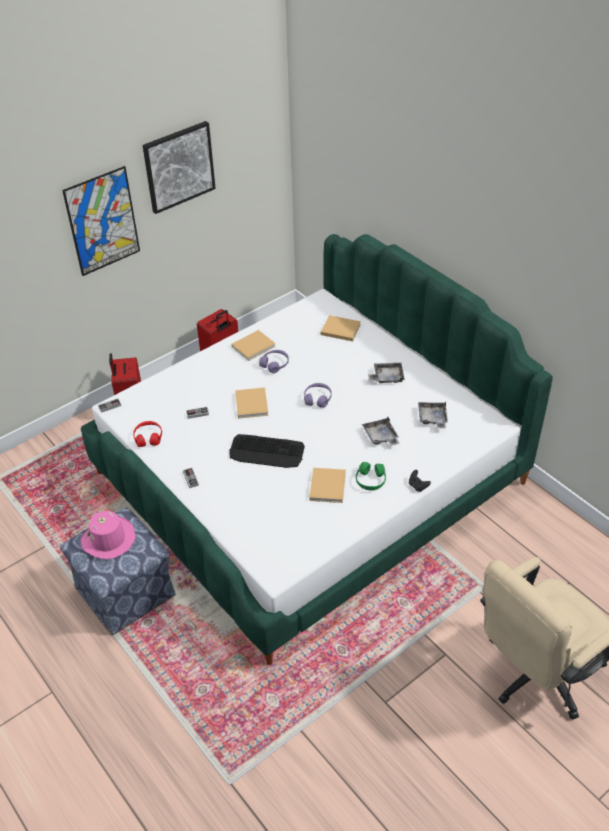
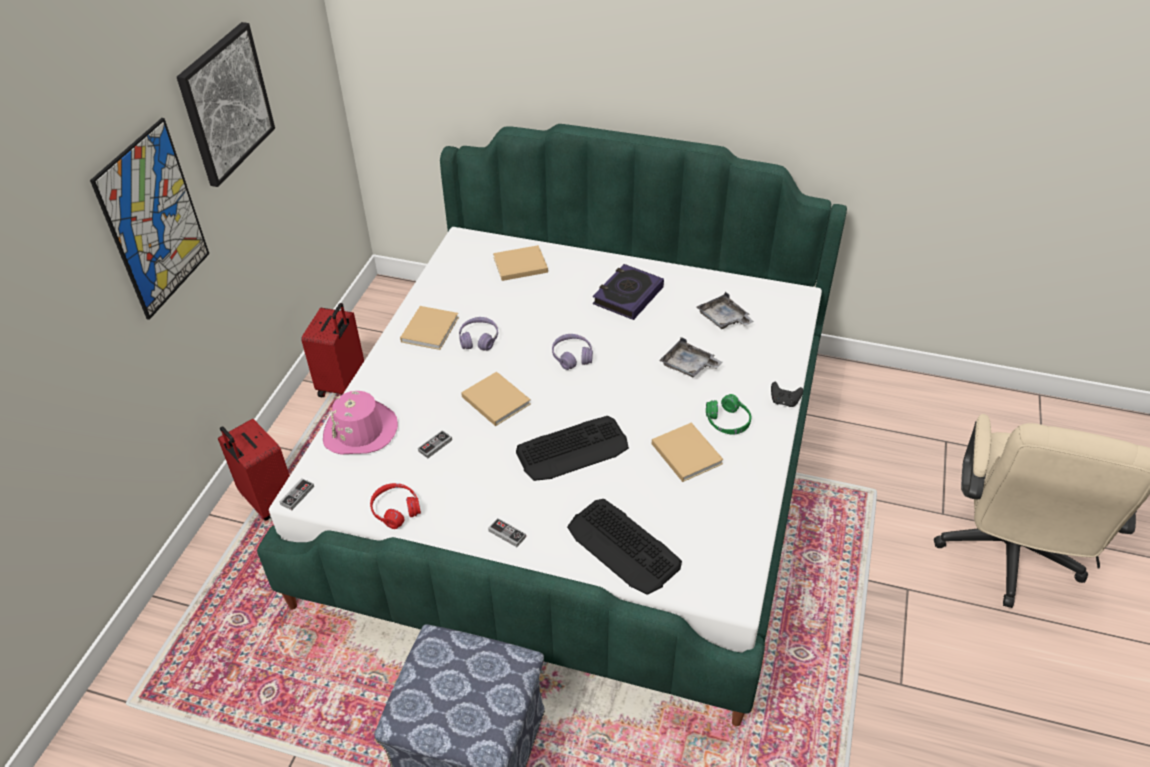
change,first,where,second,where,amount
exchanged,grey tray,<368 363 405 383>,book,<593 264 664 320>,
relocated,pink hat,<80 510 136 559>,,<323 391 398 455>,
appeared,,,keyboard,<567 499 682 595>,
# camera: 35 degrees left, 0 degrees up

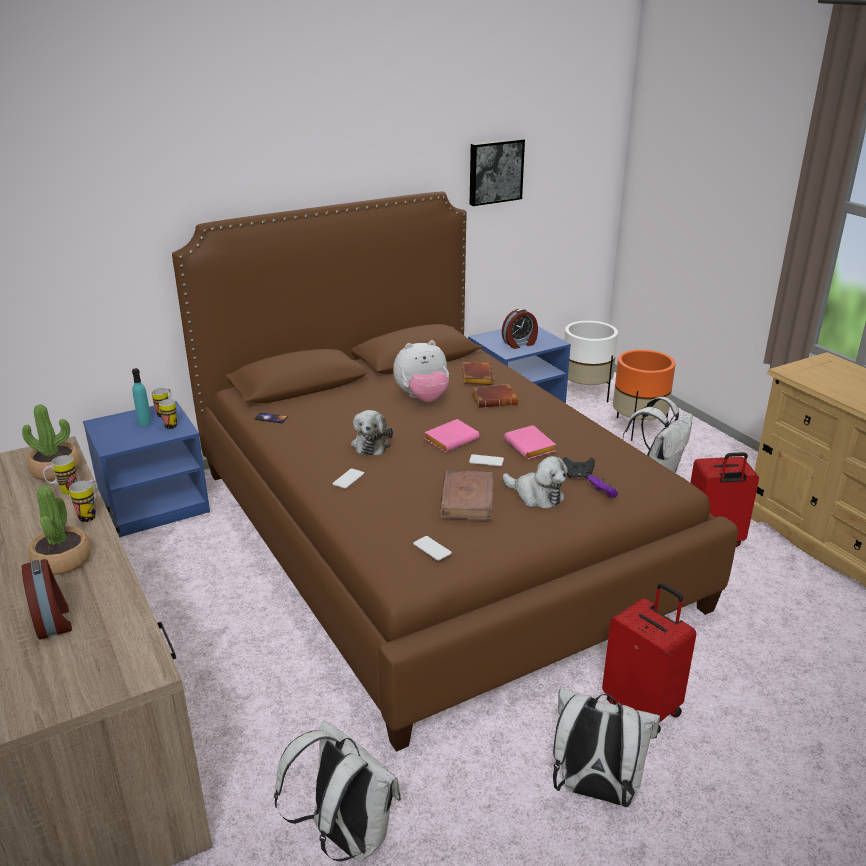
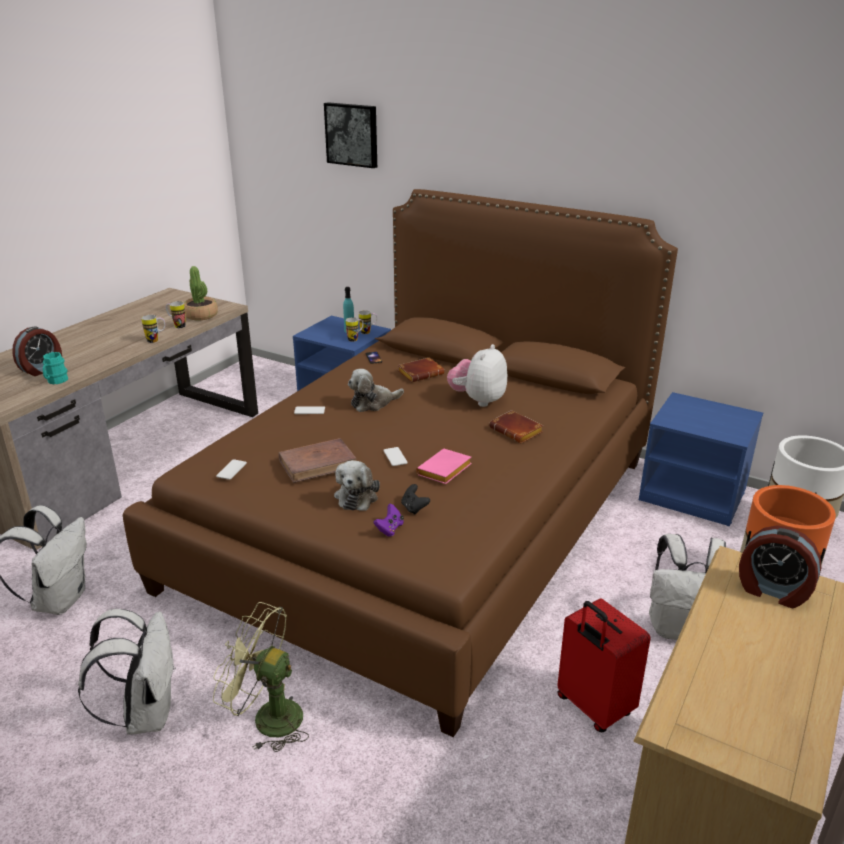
change,first,where,second,where,amount
relocated,picture,<470 138 525 206>,,<324 102 377 168>,
relocated,alarm clock,<502 309 538 349>,,<739 525 821 608>,
spun,plush toy,<393 340 449 402>,,<447 344 507 407>,75 degrees clockwise
relocated,brown book,<462 362 494 385>,,<398 357 444 382>,
missing,pink book,<424 419 479 452>,,,
missing,potted plant,<28 486 91 575>,,,
exchanged,red suitcase,<602 583 696 733>,green fan,<213 602 309 752>,
appeared,,,turquoise mug,<43 352 68 385>,
# camera: 60 degrees right, 0 degrees up

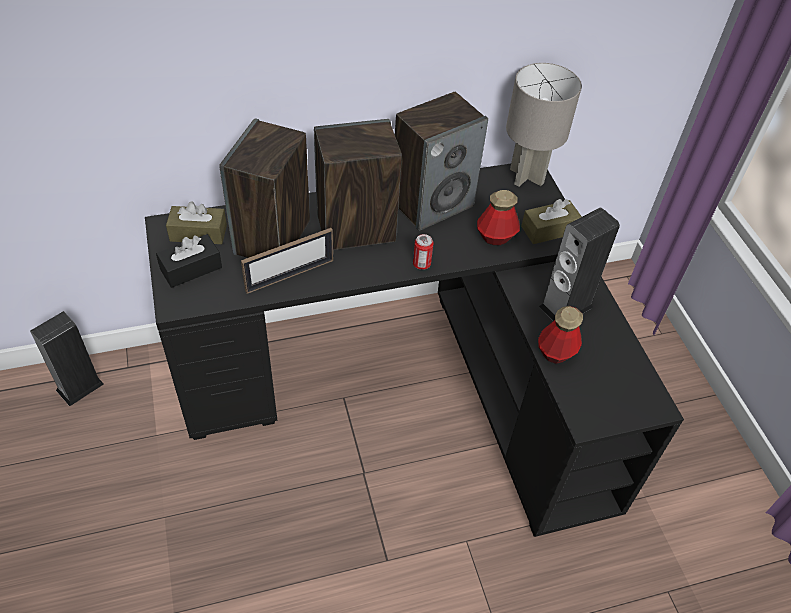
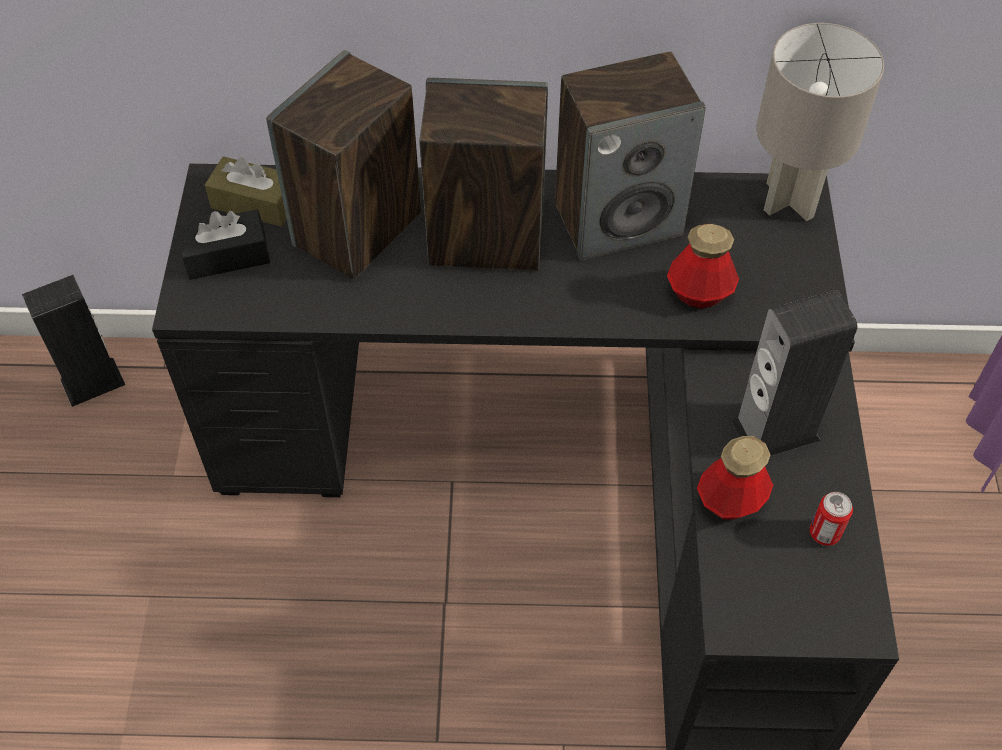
change,first,where,second,where,amount
missing,brown tissue box,<521 199 582 244>,,,
missing,picture frame,<241 228 333 294>,,,
relocated,can,<413 234 434 270>,,<810 492 853 546>,
# camera: 20 degrees right, 5 degrees up

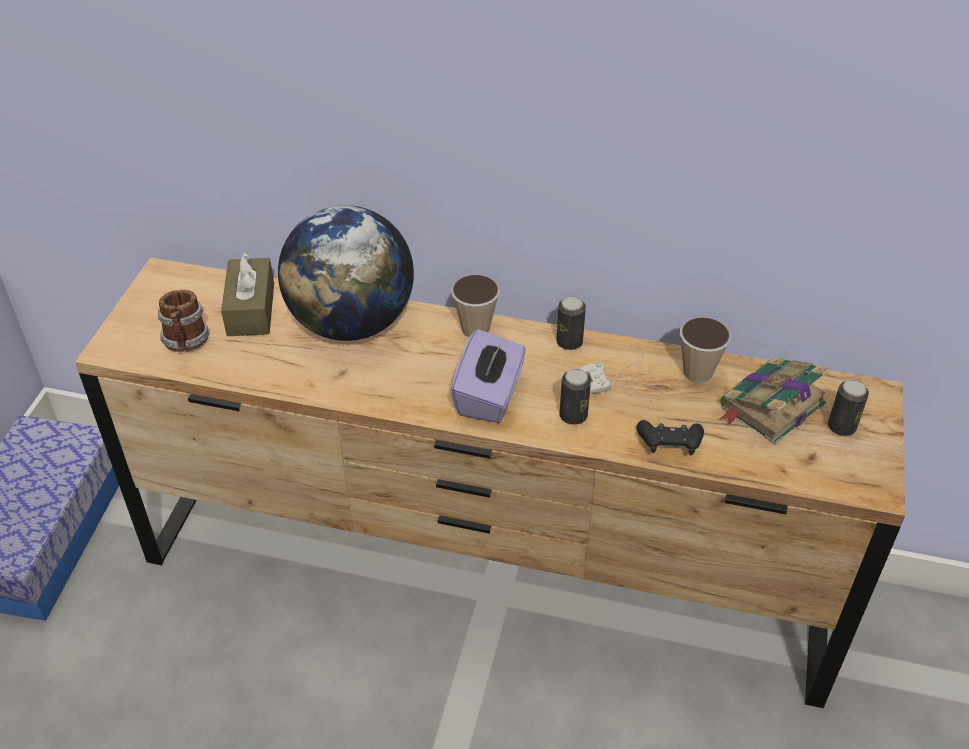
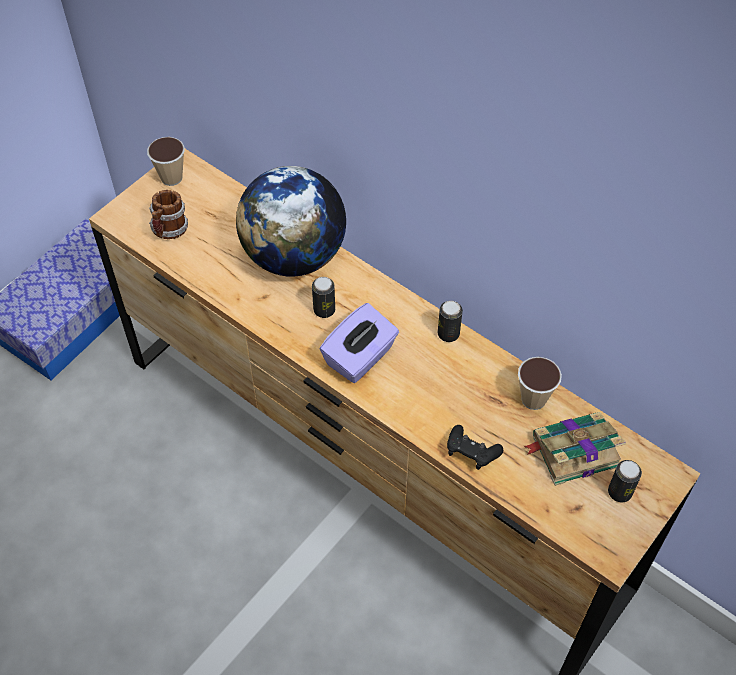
change,first,where,second,where,amount
missing,brown tissue box,<221 252 274 336>,,,
relocated,cup,<451 274 500 337>,,<147 137 184 186>,
missing,white game controller,<579 343 664 400>,,,
relocated,can,<560 369 591 425>,,<312 277 335 318>,
# camera: 25 degrees right, 10 degrees up

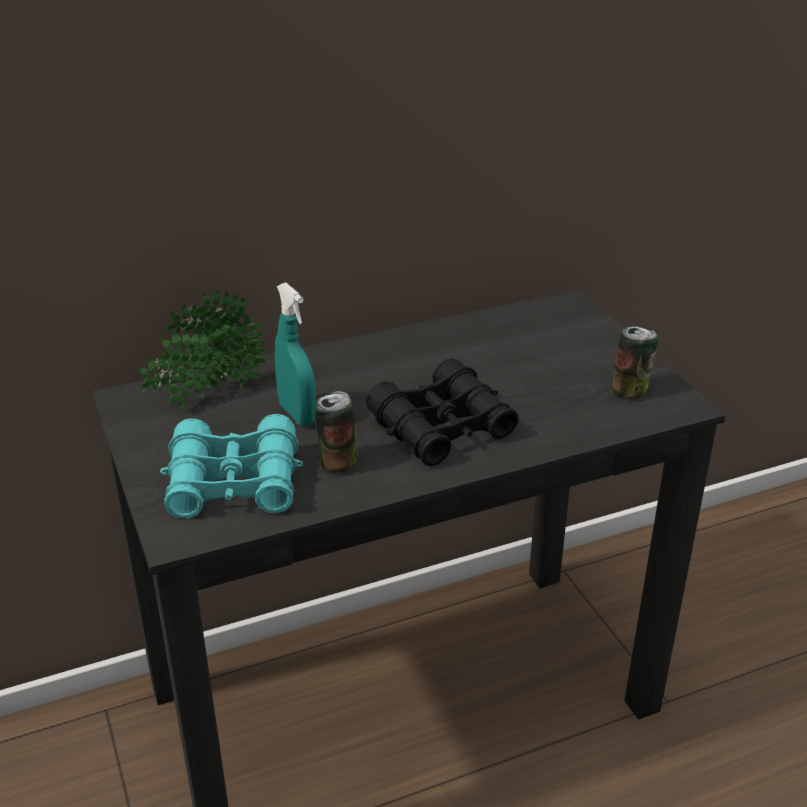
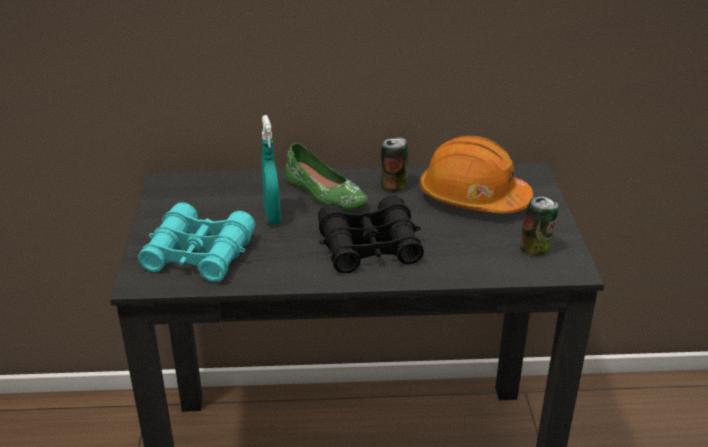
change,first,where,second,where,amount
missing,potted plant,<137 290 267 409>,,,
relocated,can,<314 391 358 473>,,<381 137 408 192>,
appeared,,,orange hard hat,<420 135 533 213>,
appeared,,,green shoe,<285 143 368 210>,
# camera: 20 degrees right, 0 degrees up

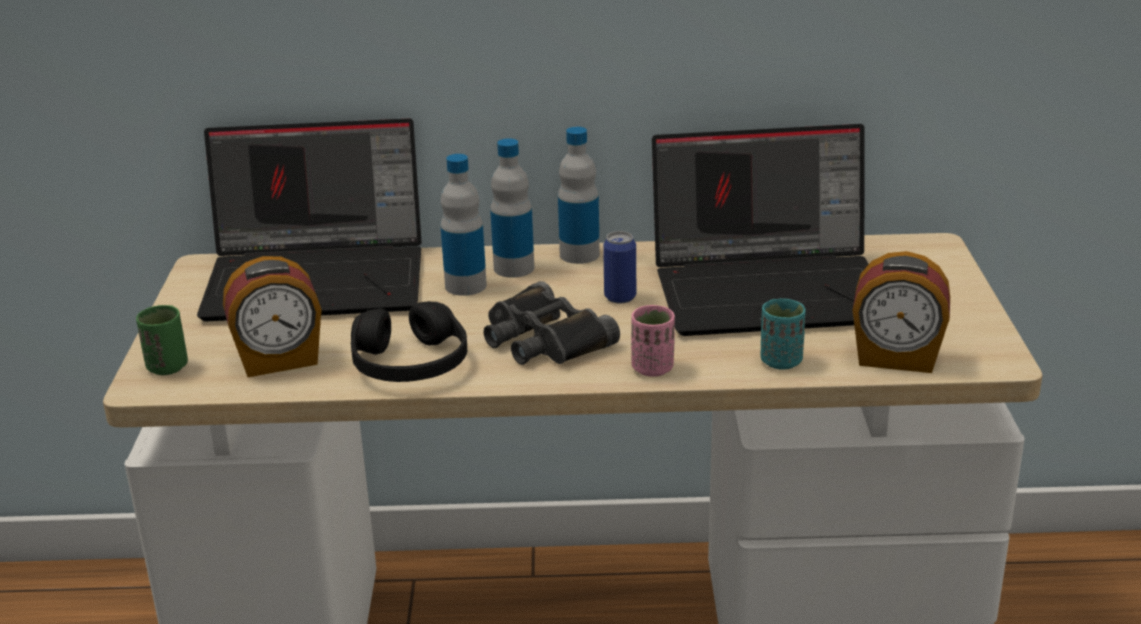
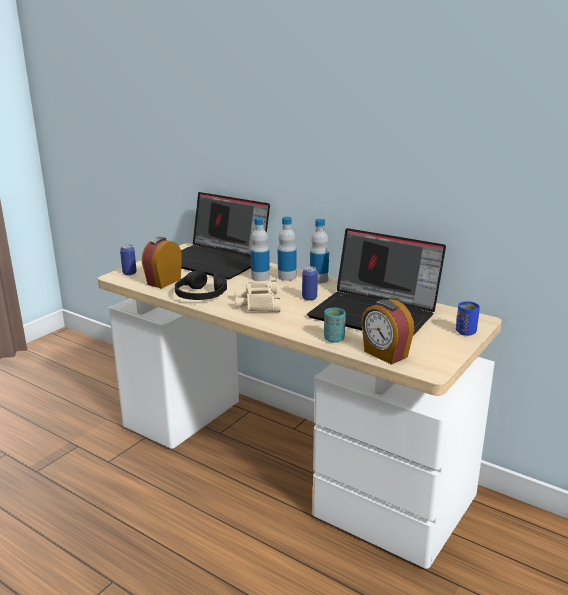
change,first,where,second,where,amount
spun,alarm clock,<223 256 322 377>,,<142 237 182 289>,105 degrees clockwise
colour,black binoculars,<484 281 620 365>,beige binoculars,<235 280 281 312>,
exchanged,green cup,<136 305 188 375>,can,<120 244 137 275>,
missing,pink cup,<631 305 675 377>,,,
appeared,,,blue cup,<456 301 480 336>,
# camera: 35 degrees right, 5 degrees down

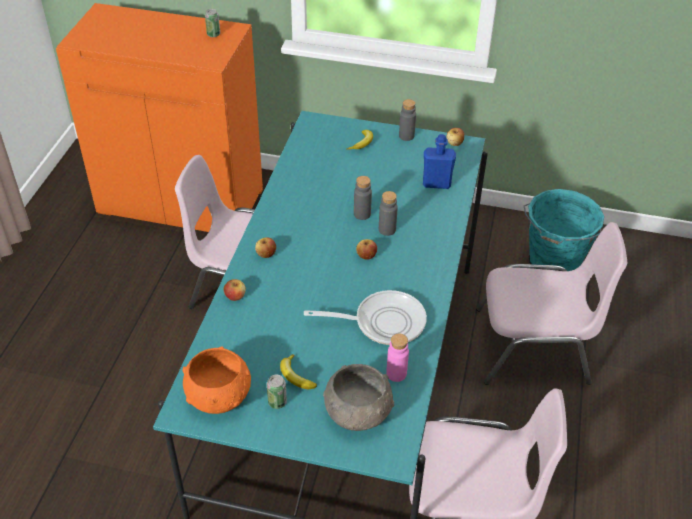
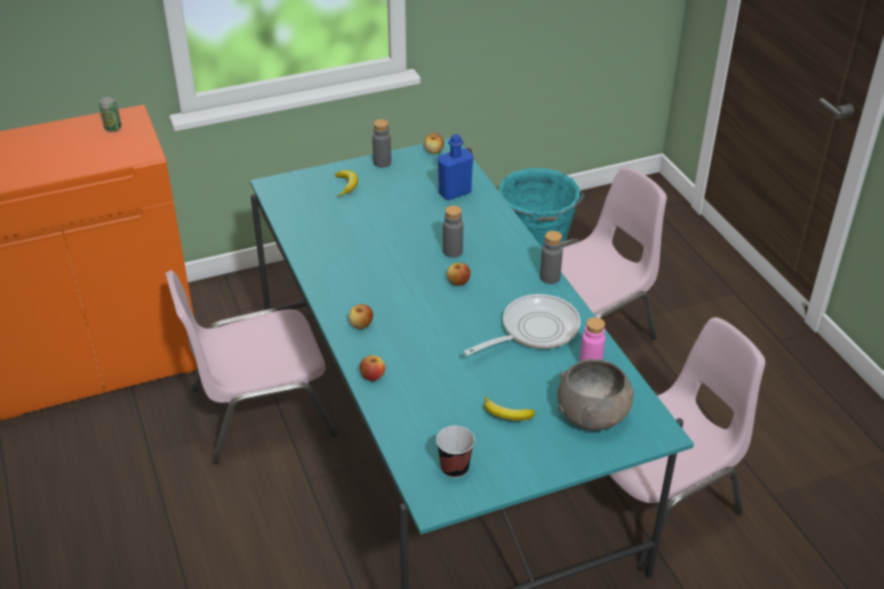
change,first,where,second,where,amount
relocated,grey bottle,<354 176 372 220>,,<540 231 563 284>,
exchanged,orange bowl,<182 346 251 414>,cup,<436 426 475 478>,
missing,can,<267 375 287 409>,,,
# camera: 35 degrees left, 5 degrees down

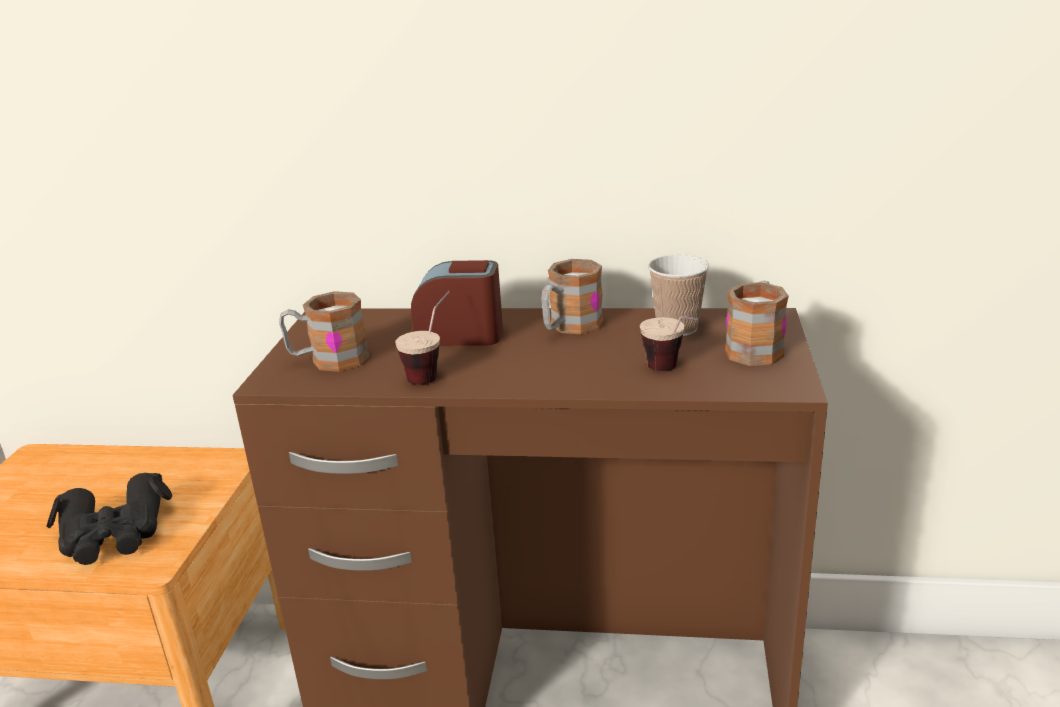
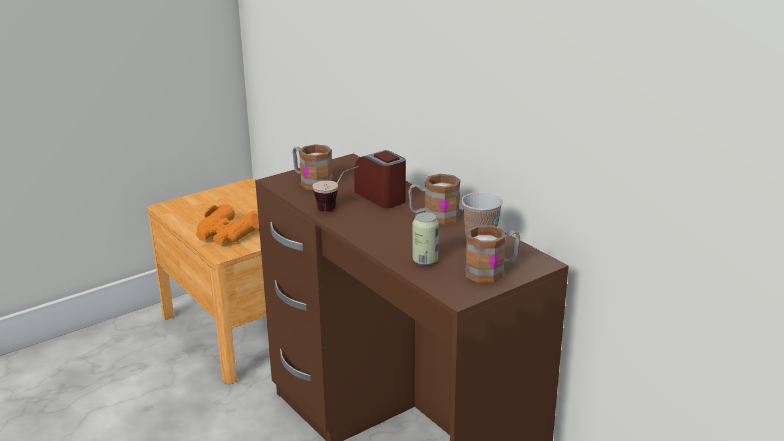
change,first,where,second,where,amount
exchanged,cup,<640 316 699 371>,can,<413 212 439 265>,
colour,black binoculars,<46 473 172 565>,orange binoculars,<196 204 259 245>,
# camera: 45 degrees right, 0 degrees up

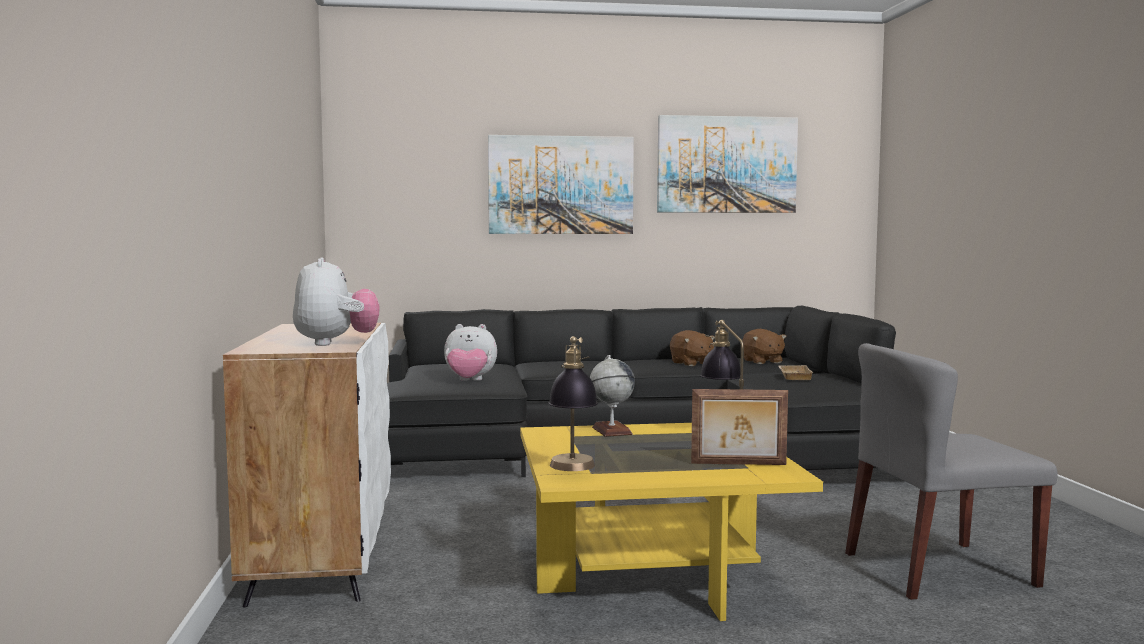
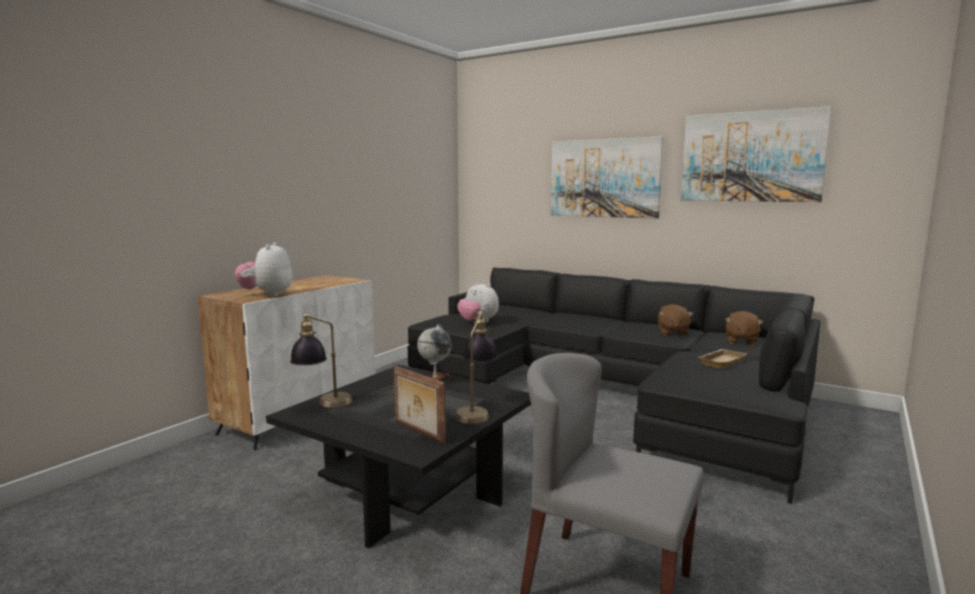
change,first,where,second,where,amount
spun,plush toy,<293 257 379 346>,,<235 242 293 297>,150 degrees clockwise
colour,yellow coffee table,<520 423 823 621>,black coffee table,<266 365 531 548>,
# camera: 40 degrees right, 5 degrees up

